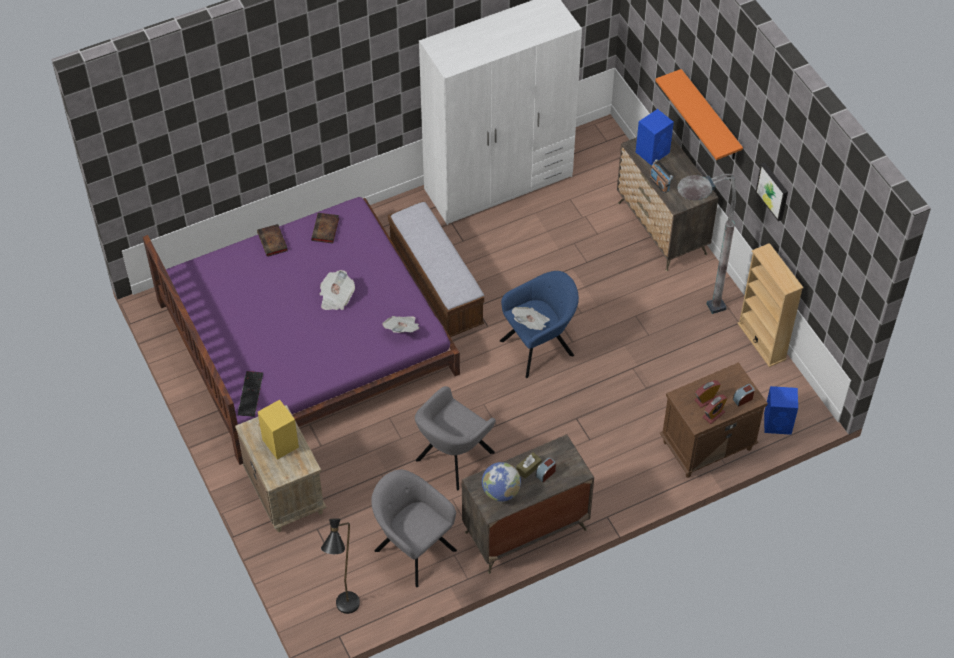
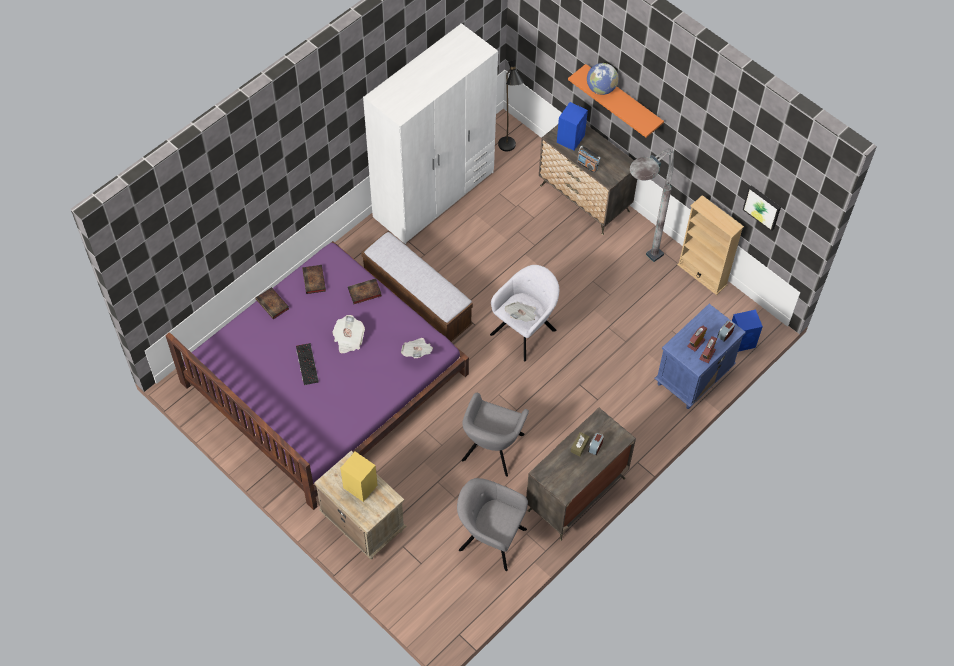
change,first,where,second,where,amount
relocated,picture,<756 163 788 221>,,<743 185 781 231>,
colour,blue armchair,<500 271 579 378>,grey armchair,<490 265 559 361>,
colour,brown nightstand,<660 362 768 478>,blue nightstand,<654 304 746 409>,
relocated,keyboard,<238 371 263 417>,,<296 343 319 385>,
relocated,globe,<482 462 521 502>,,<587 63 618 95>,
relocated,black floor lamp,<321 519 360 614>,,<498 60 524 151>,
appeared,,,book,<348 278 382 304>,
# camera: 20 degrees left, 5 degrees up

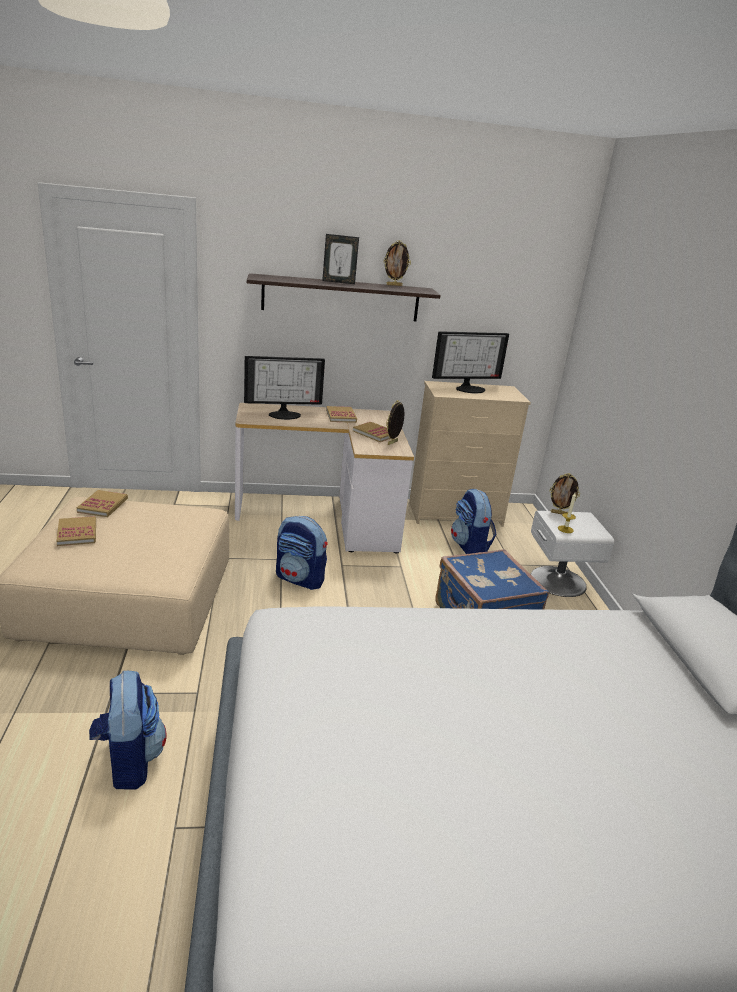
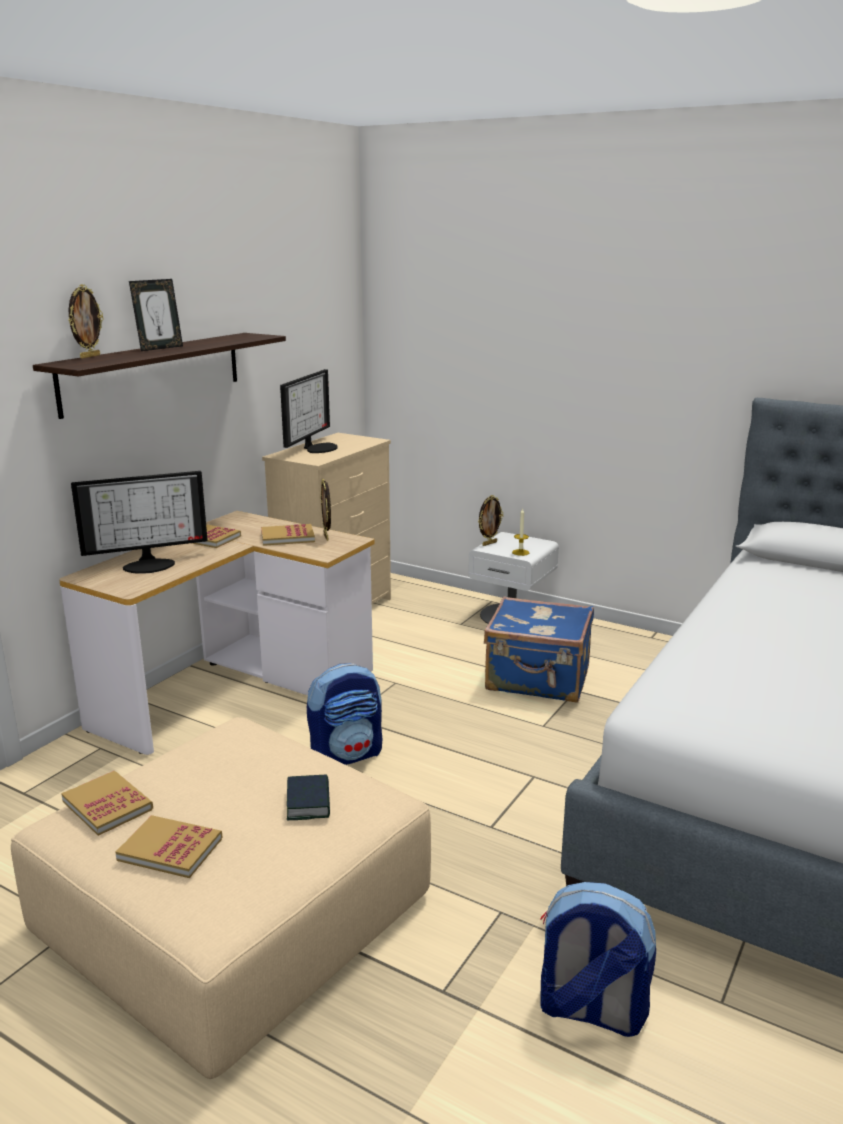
change,first,where,second,where,amount
relocated,picture frame,<383 240 411 286>,,<69 284 104 358>,
spun,monitor,<244 356 325 420>,,<71 471 208 574>,45 degrees clockwise
missing,backpack,<451 489 496 554>,,,
appeared,,,book,<287 774 330 820>,
# camera: 50 degrees left, 5 degrees down

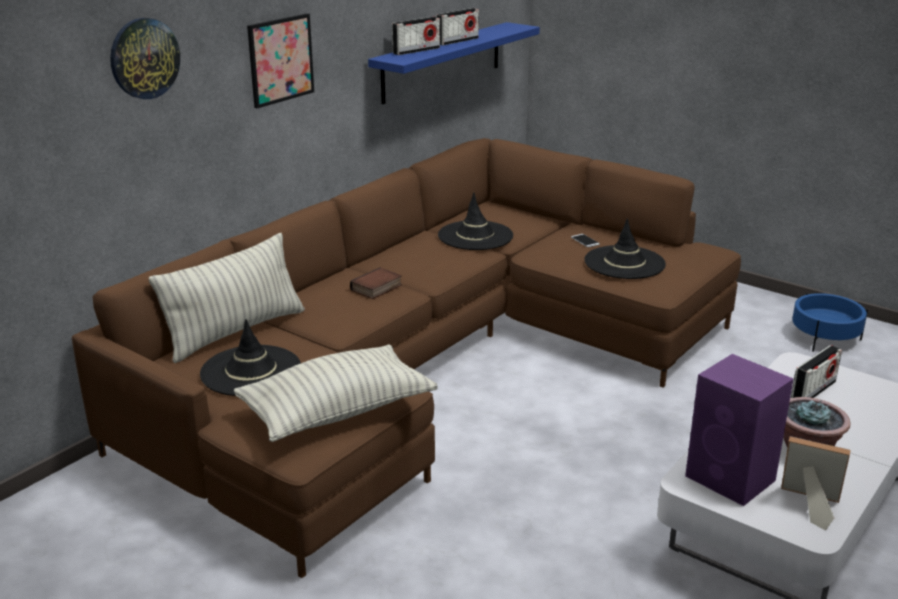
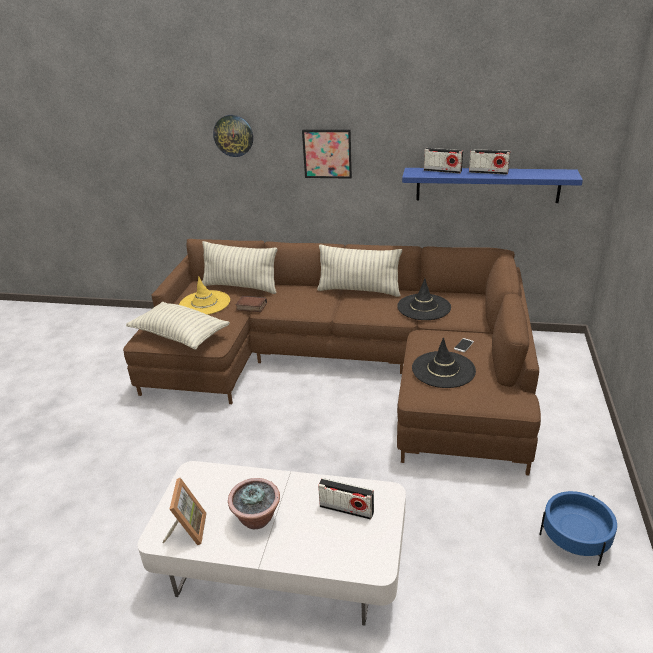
change,first,where,second,where,amount
relocated,book,<350 268 402 299>,,<236 296 267 312>,
colour,black hat,<200 319 301 396>,yellow hat,<179 276 230 315>,
missing,purple speaker,<685 354 793 506>,,,
appeared,,,pillow,<317 244 402 297>,
# camera: 65 degrees right, 5 degrees up

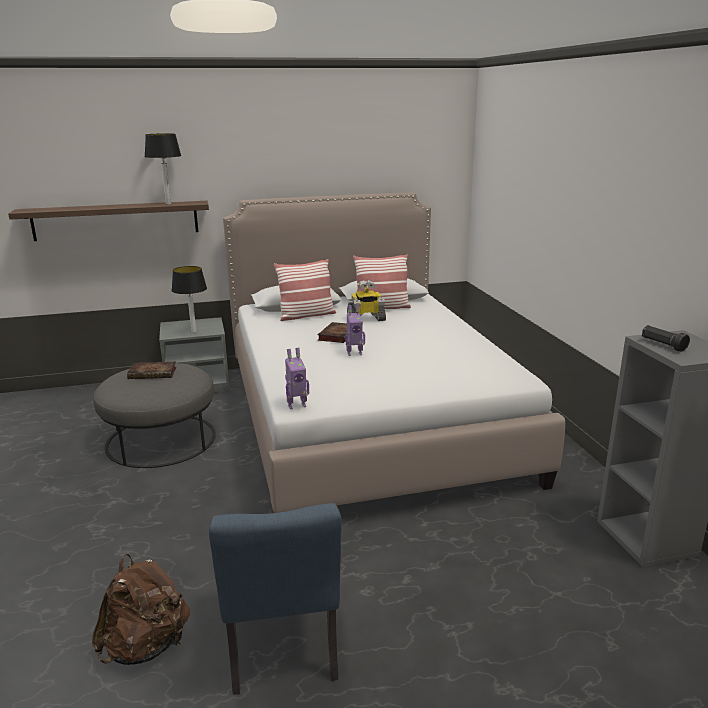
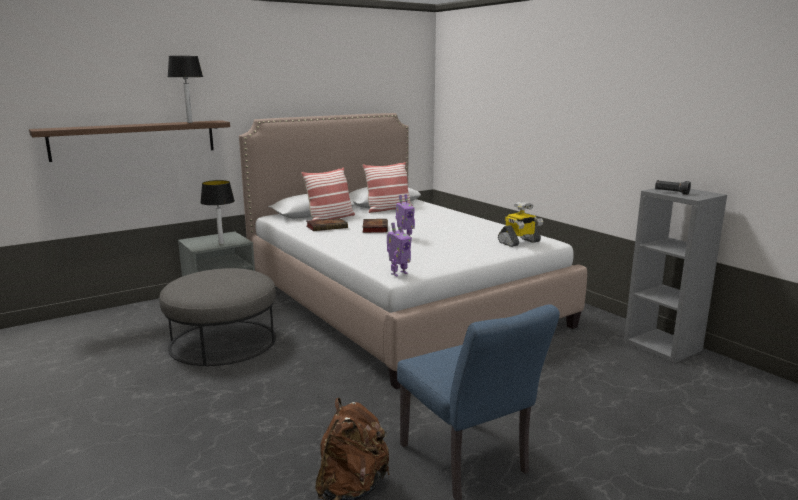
change,first,where,second,where,amount
relocated,toy robot,<347 280 386 321>,,<498 201 543 247>,
relocated,book,<127 362 176 379>,,<306 218 348 231>,
# camera: 20 degrees left, 5 degrees down

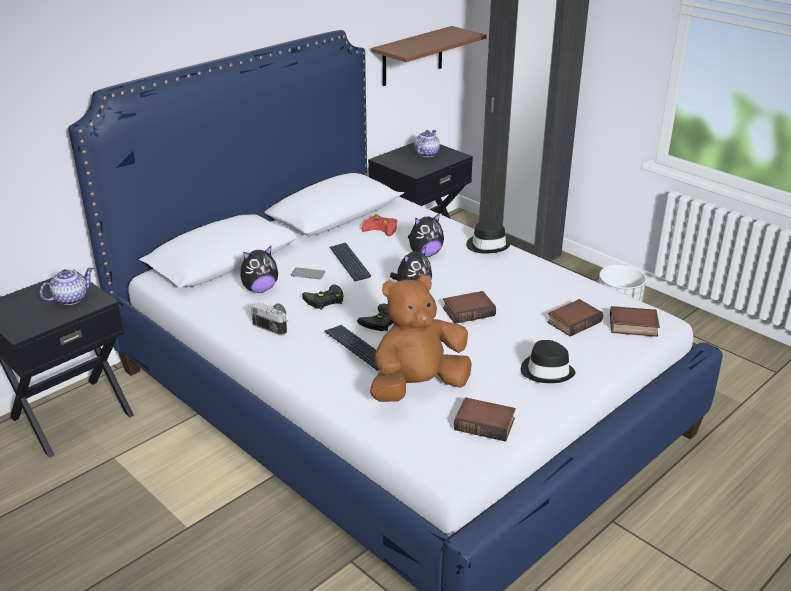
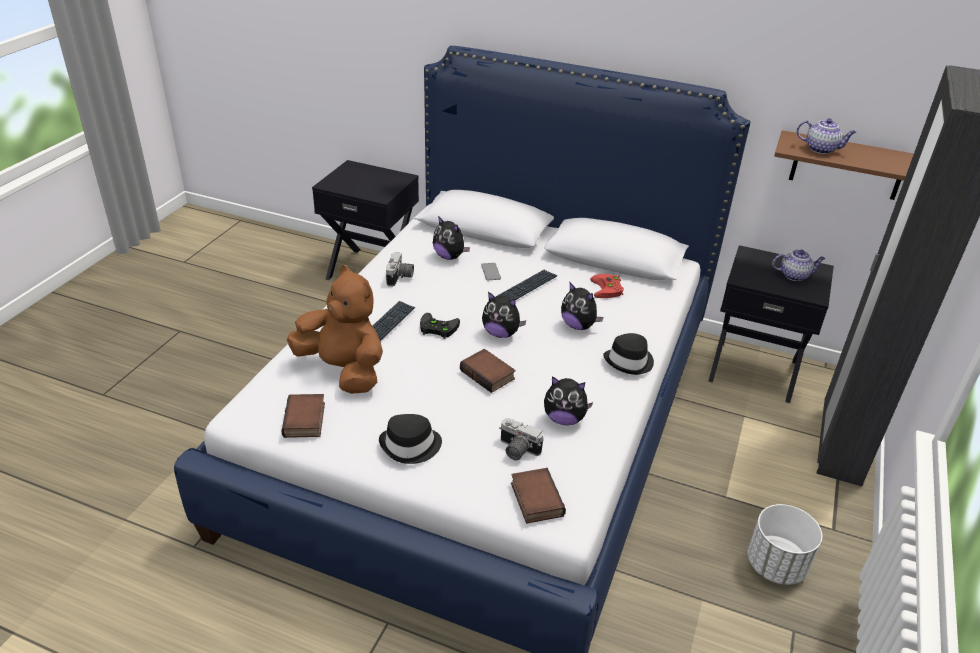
change,first,where,second,where,amount
relocated,teapot,<40 268 93 305>,,<797 118 856 154>,
missing,black game controller,<302 285 343 310>,,,
exchanged,book,<547 299 603 337>,photo camera,<499 418 544 460>,
appeared,,,plush toy,<544 376 593 425>,
# camera: 65 degrees right, 5 degrees up

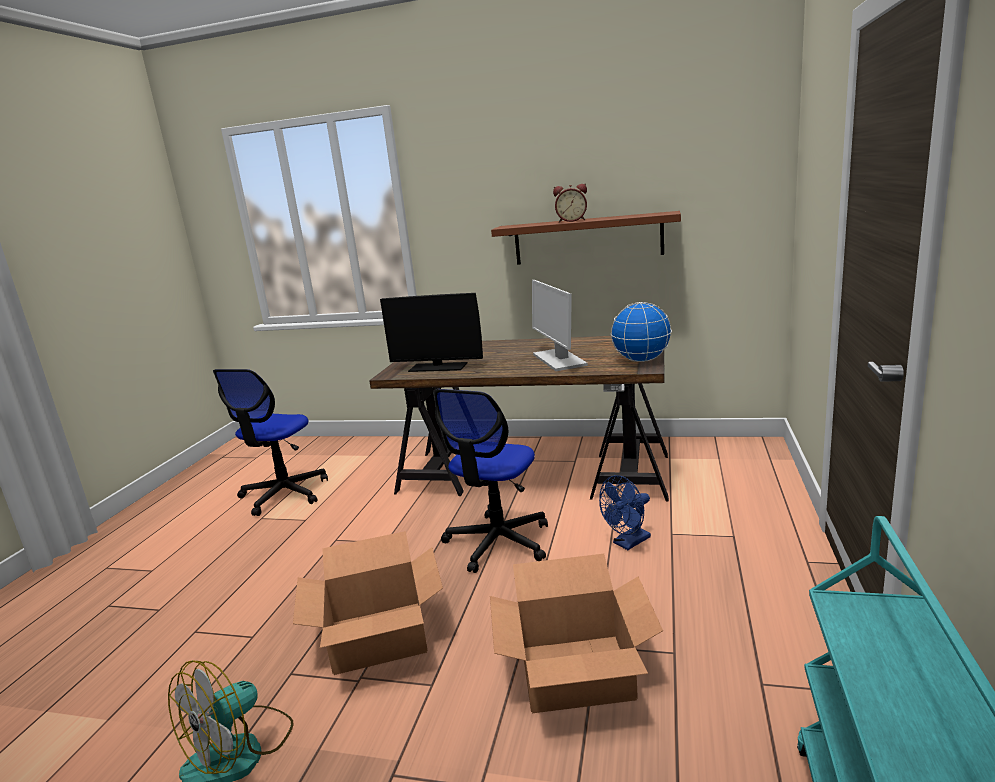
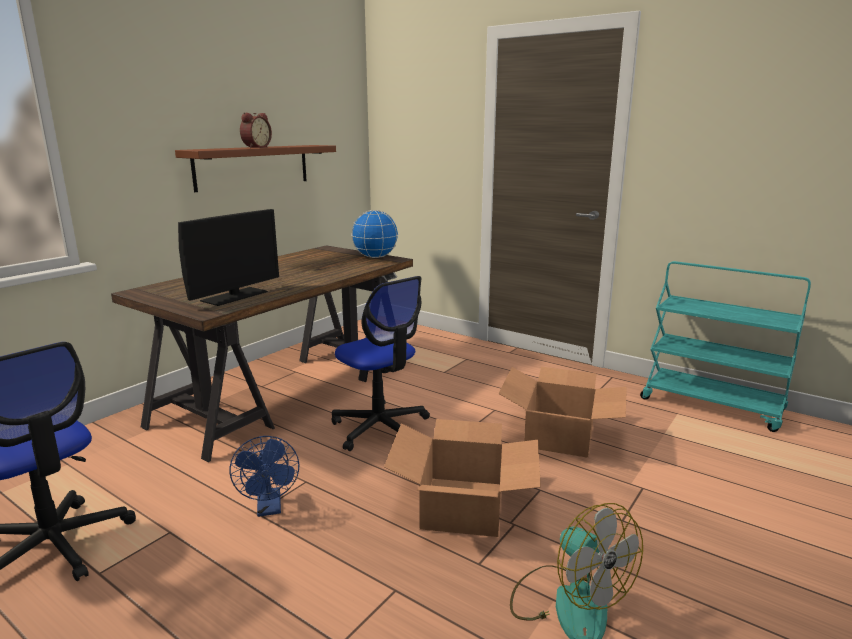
change,first,where,second,where,amount
missing,monitor,<532 280 588 371>,,,
relocated,blue fan,<599 475 651 550>,,<229 436 299 517>,
# camera: 70 degrees left, 0 degrees up

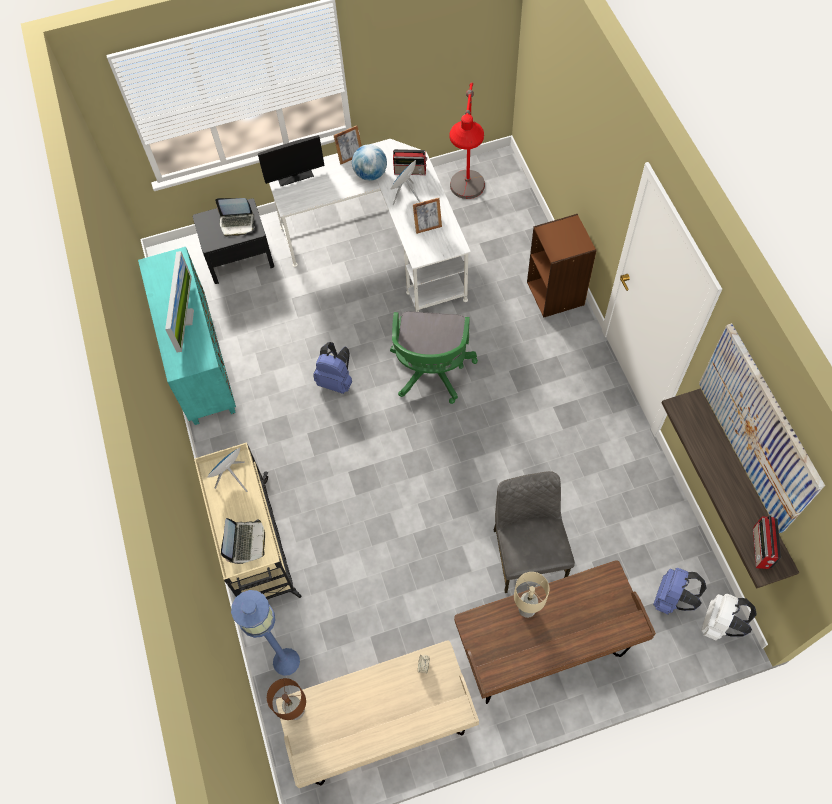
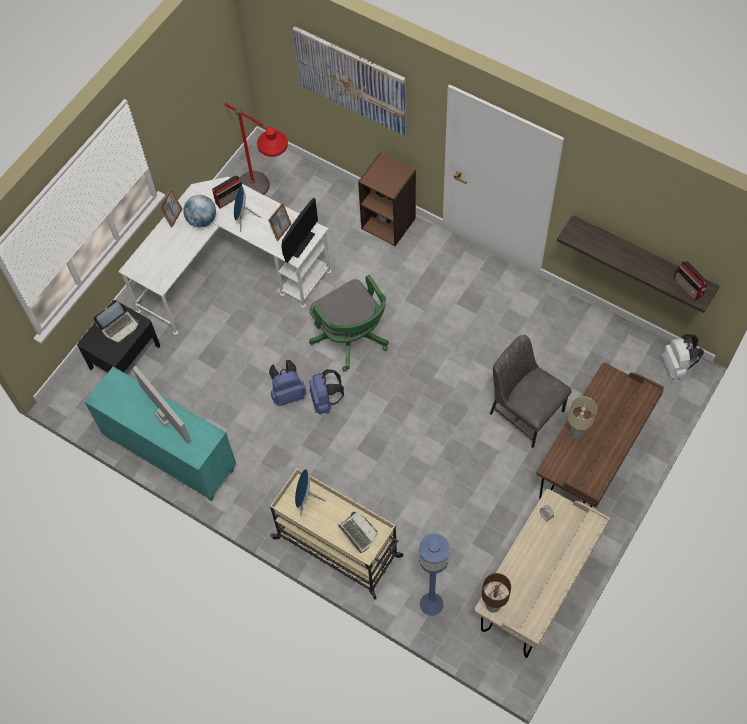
change,first,where,second,where,amount
relocated,monitor,<258 135 325 186>,,<281 198 318 263>,
relocated,picture,<699 323 825 533>,,<293 26 406 136>,
relocated,blue backpack,<653 568 707 614>,,<309 369 344 414>,
# camera: 40 degrees left, 0 degrees up

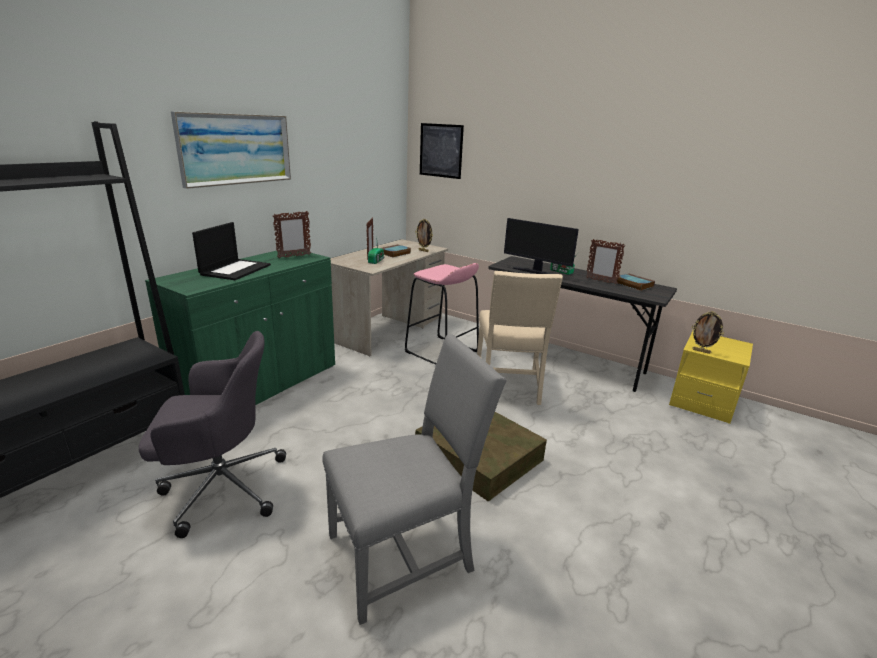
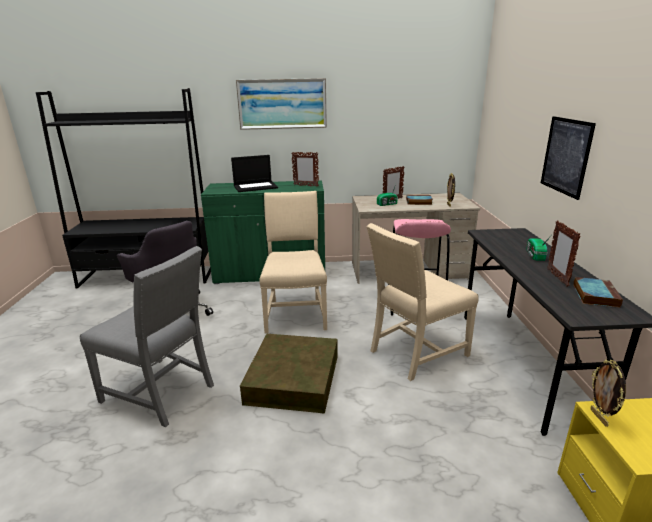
change,first,where,second,where,amount
relocated,picture,<420 123 464 179>,,<541 116 596 200>,
missing,monitor,<504 218 579 274>,,,
appeared,,,beige chair,<259 191 327 333>,
# camera: 55 degrees right, 0 degrees up

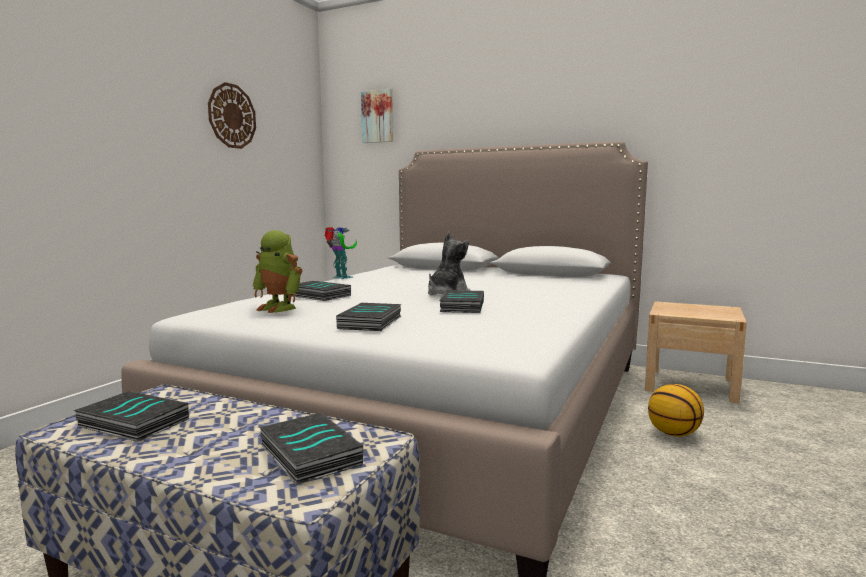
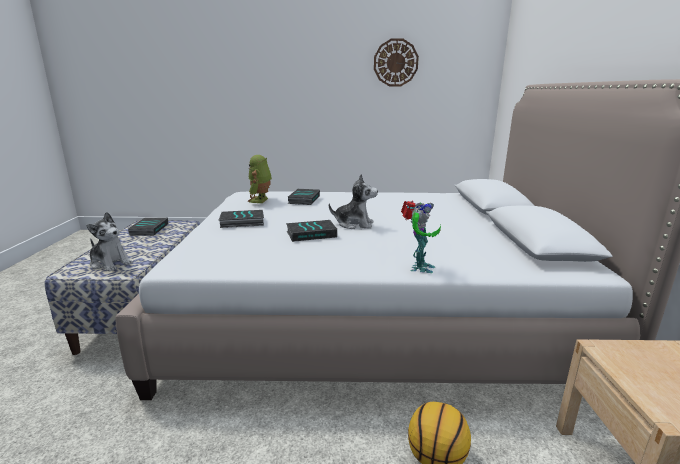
change,first,where,second,where,amount
missing,picture,<361 89 393 143>,,,
relocated,toy robot,<325 227 357 279>,,<401 201 441 273>,
exchanged,book,<260 413 363 485>,plush toy,<86 212 133 272>,
# camera: 65 degrees right, 10 degrees up

